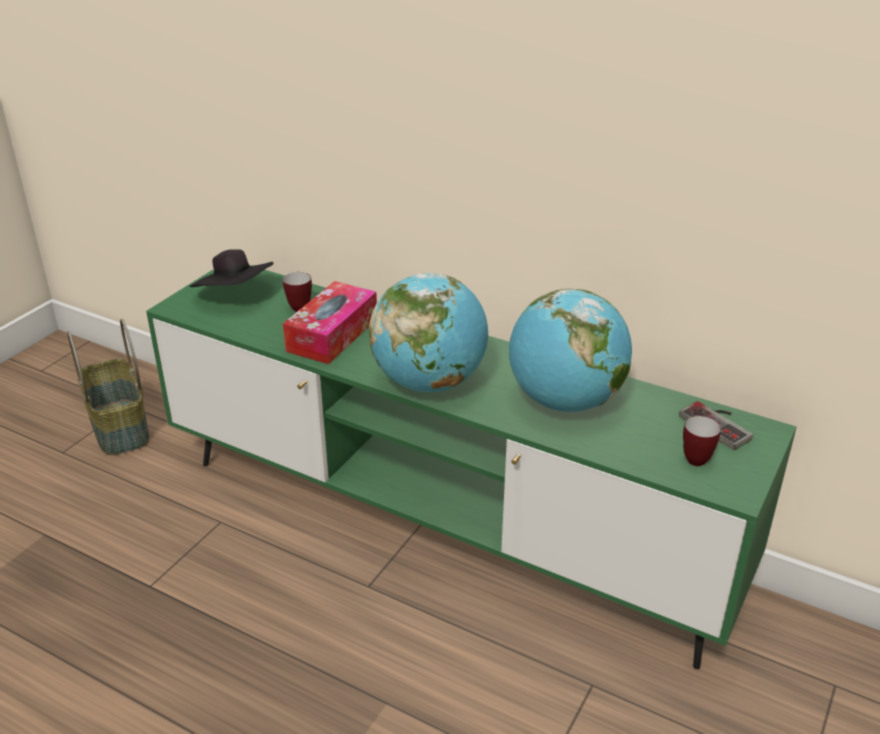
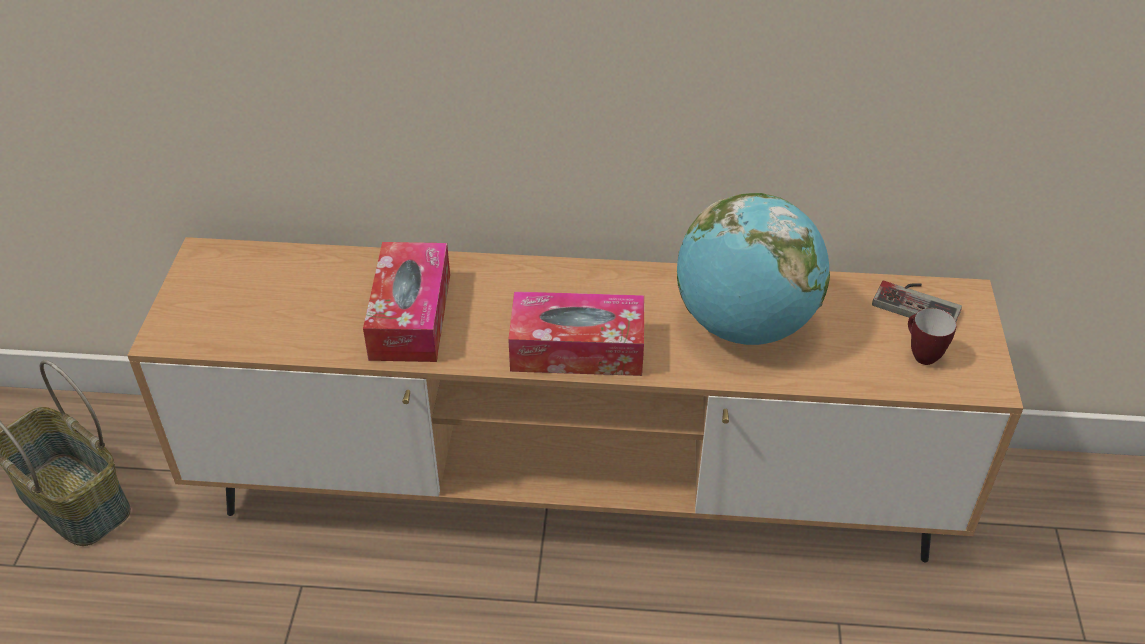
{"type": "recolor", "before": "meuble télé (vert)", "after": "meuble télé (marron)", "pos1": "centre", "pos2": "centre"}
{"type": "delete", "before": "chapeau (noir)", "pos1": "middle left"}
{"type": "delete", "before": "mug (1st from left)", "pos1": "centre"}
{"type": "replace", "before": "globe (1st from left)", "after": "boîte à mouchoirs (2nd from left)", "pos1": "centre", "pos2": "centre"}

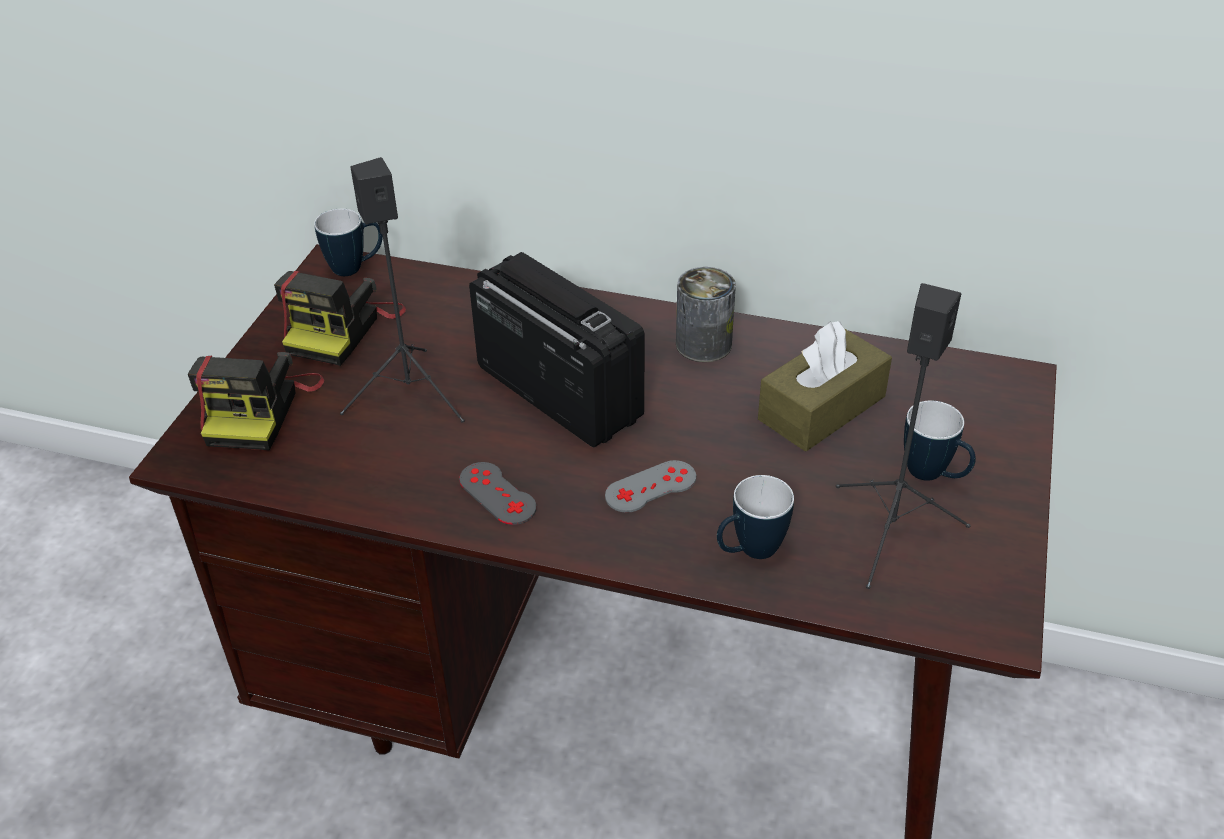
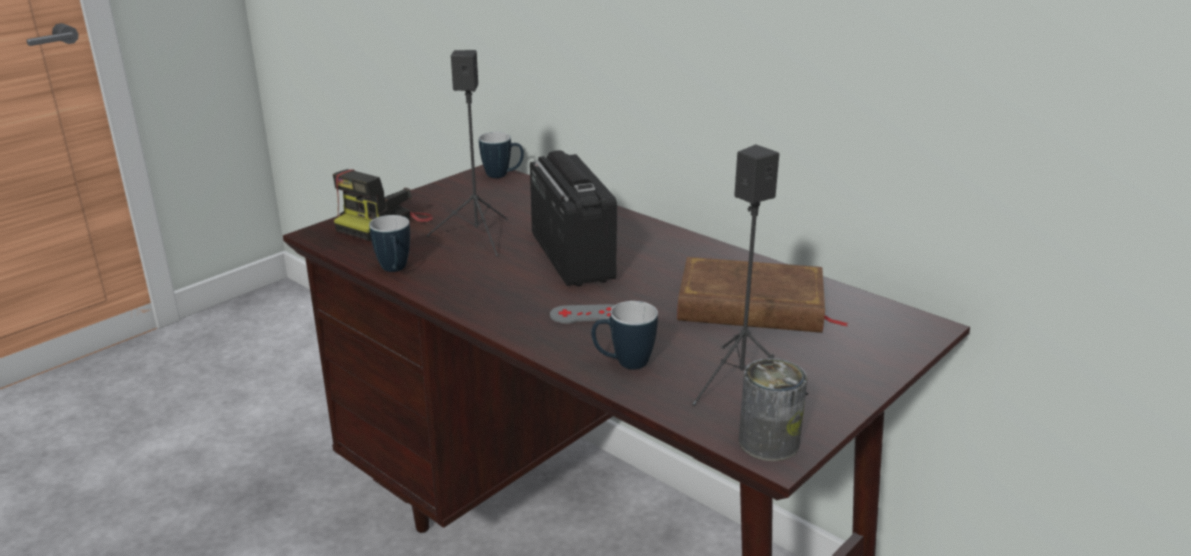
{"type": "delete", "before": "appareil photo (2nd from left)", "pos1": "middle left"}
{"type": "delete", "before": "manette (gris) (1st from left)", "pos1": "centre"}
{"type": "move", "before": "boîte métallique", "pos1": "centre", "pos2": "bottom centre"}
{"type": "replace", "before": "boîte à mouchoirs (marron)", "after": "livre (marron)", "pos1": "middle right", "pos2": "centre"}
{"type": "move", "before": "mug (3rd from left in the first image)", "after": "mug (1st from left)", "pos1": "middle right", "pos2": "middle left"}

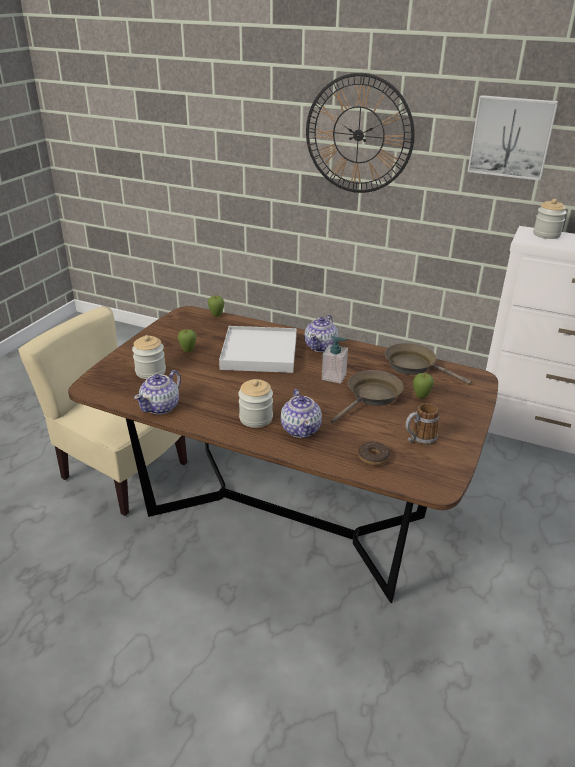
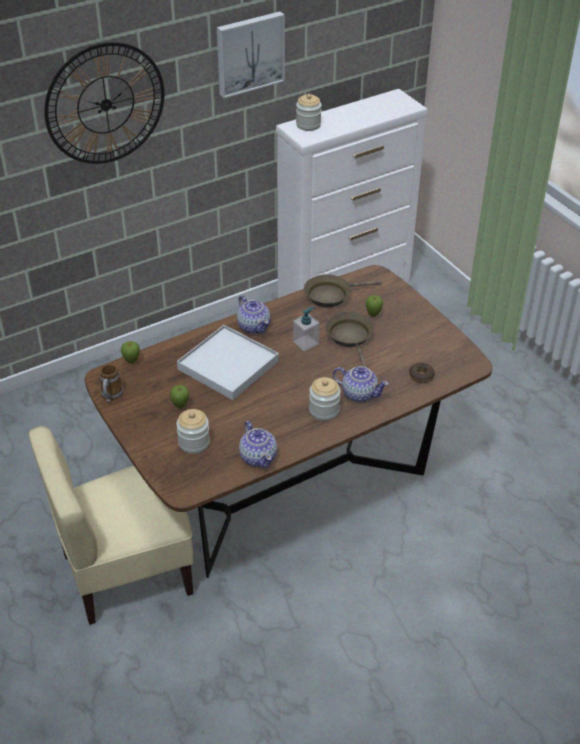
{"type": "move", "before": "mug", "pos1": "middle right", "pos2": "middle left"}

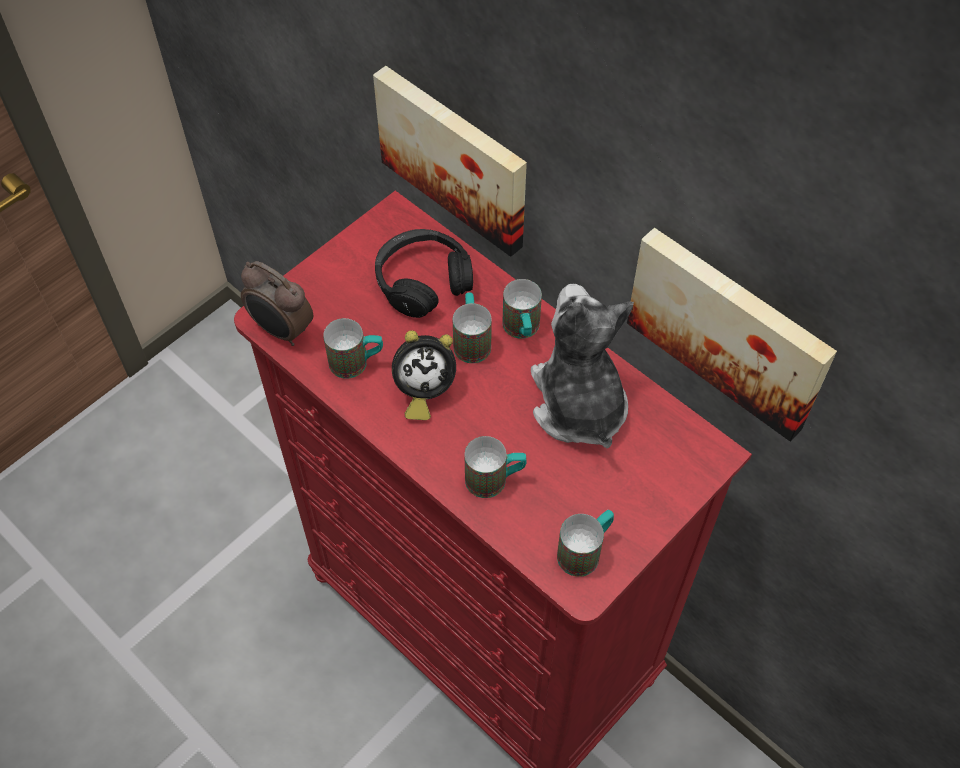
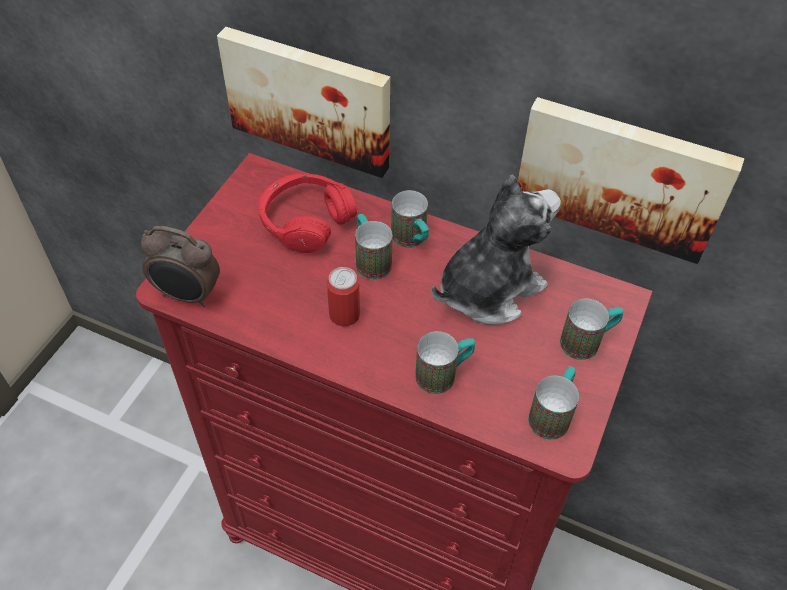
{"type": "move", "before": "mug (1st from left in the first image)", "after": "mug (5th from left)", "pos1": "centre", "pos2": "middle right"}
{"type": "recolor", "before": "casque audio (noir)", "after": "casque audio (rouge)", "pos1": "centre", "pos2": "centre"}
{"type": "replace", "before": "réveil (2nd from left)", "after": "boîte métallique", "pos1": "centre", "pos2": "centre"}
{"type": "rotate", "before": "peluche", "pos1": "centre", "pos2": "centre", "turn": 90}

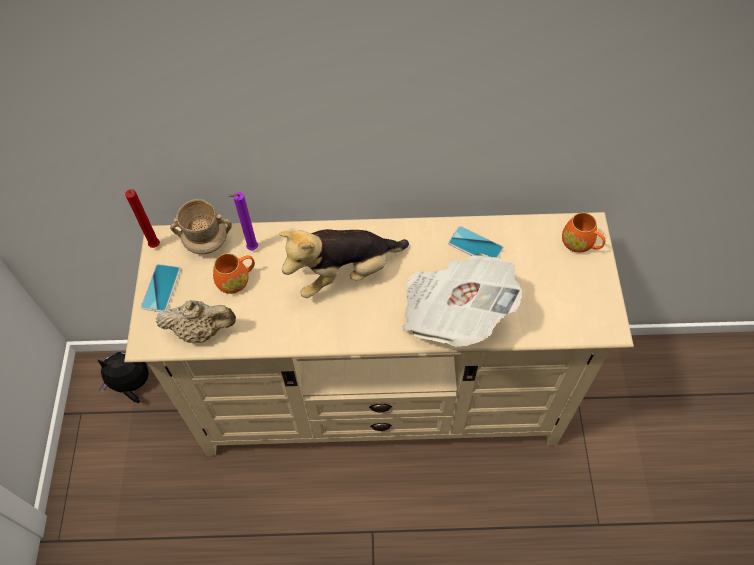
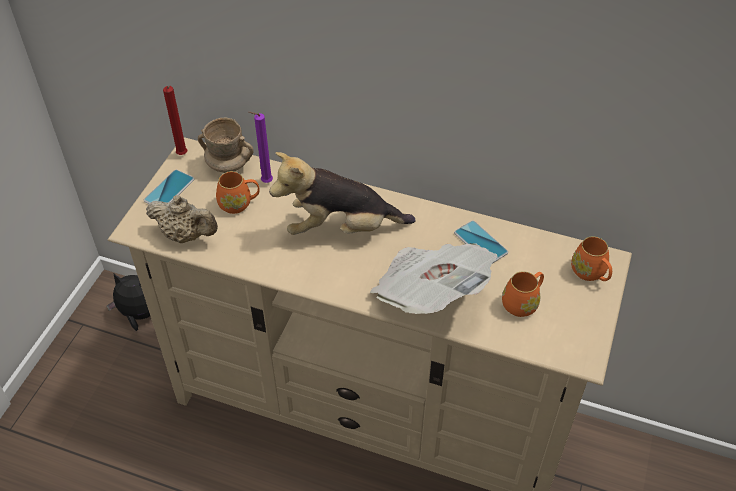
{"type": "insert", "after": "mug (orange) (2nd from left)", "pos2": "middle right"}

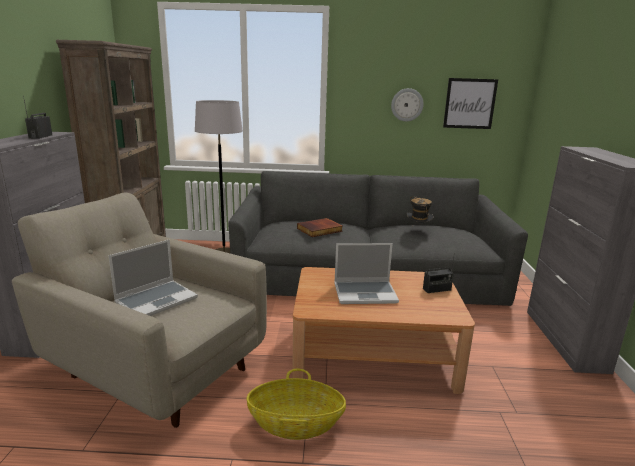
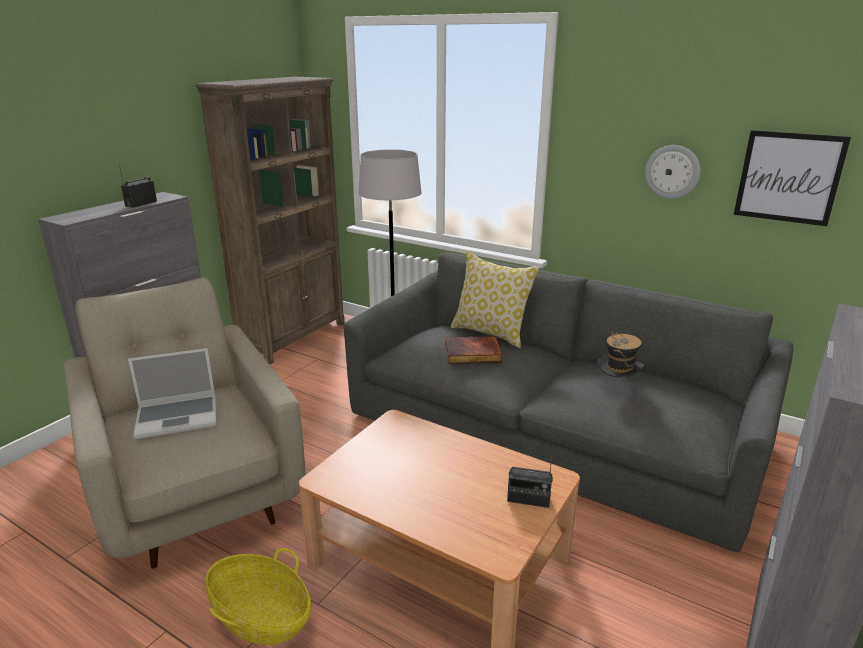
{"type": "delete", "before": "ordinateur portable (2nd from left)", "pos1": "centre"}
{"type": "insert", "after": "coussin", "pos2": "centre"}

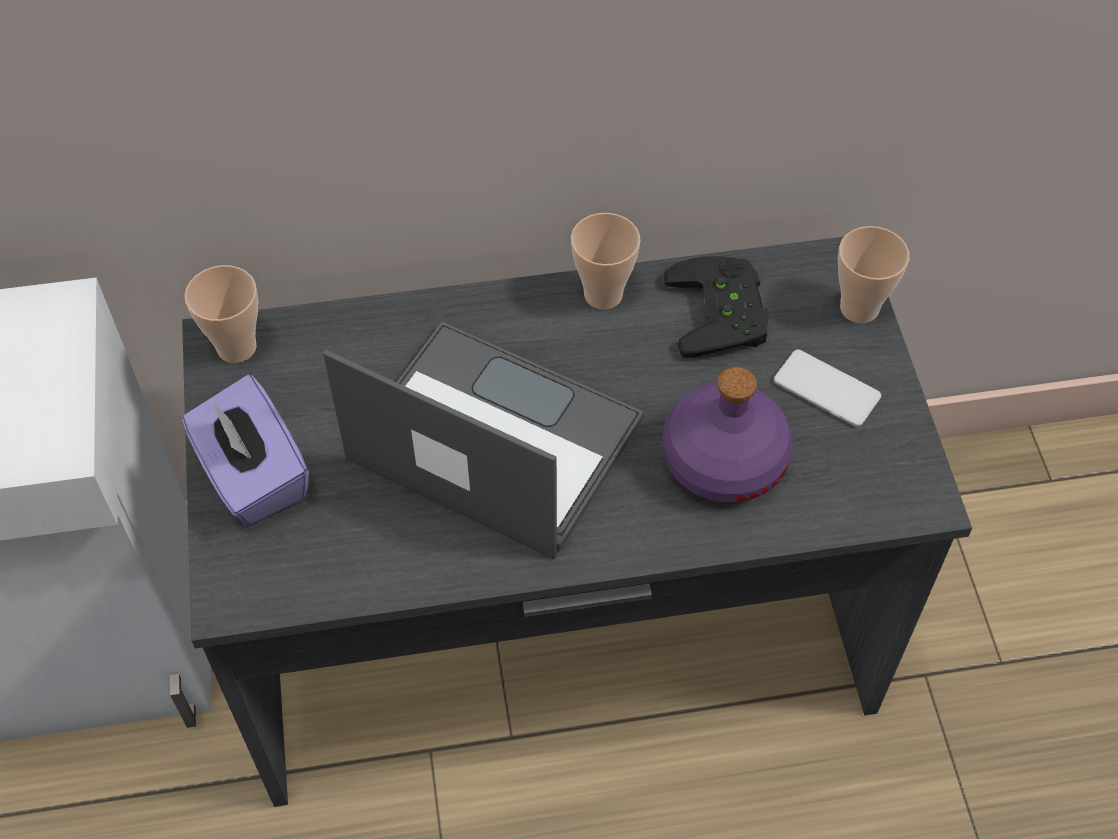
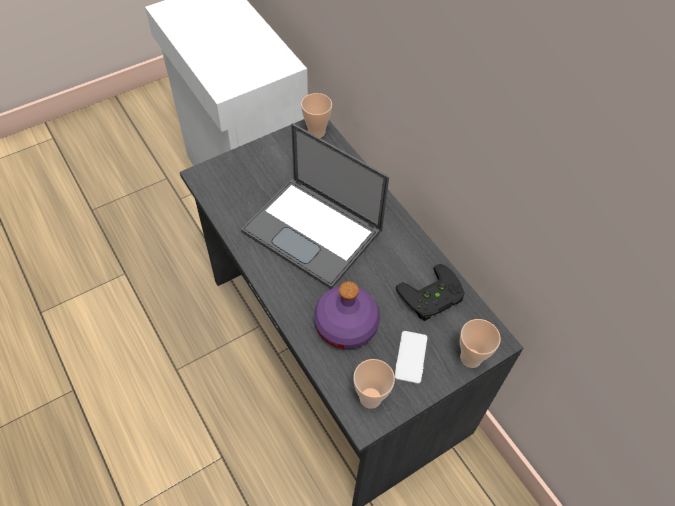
{"type": "delete", "before": "boîte à mouchoirs (violet)", "pos1": "middle left"}
{"type": "rotate", "before": "ordinateur portable", "pos1": "centre", "pos2": "centre", "turn": 120}
{"type": "move", "before": "tasse (2nd from left)", "pos1": "top centre", "pos2": "bottom centre"}

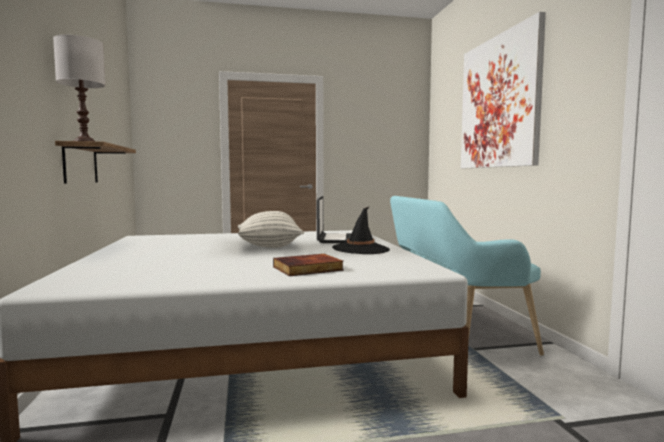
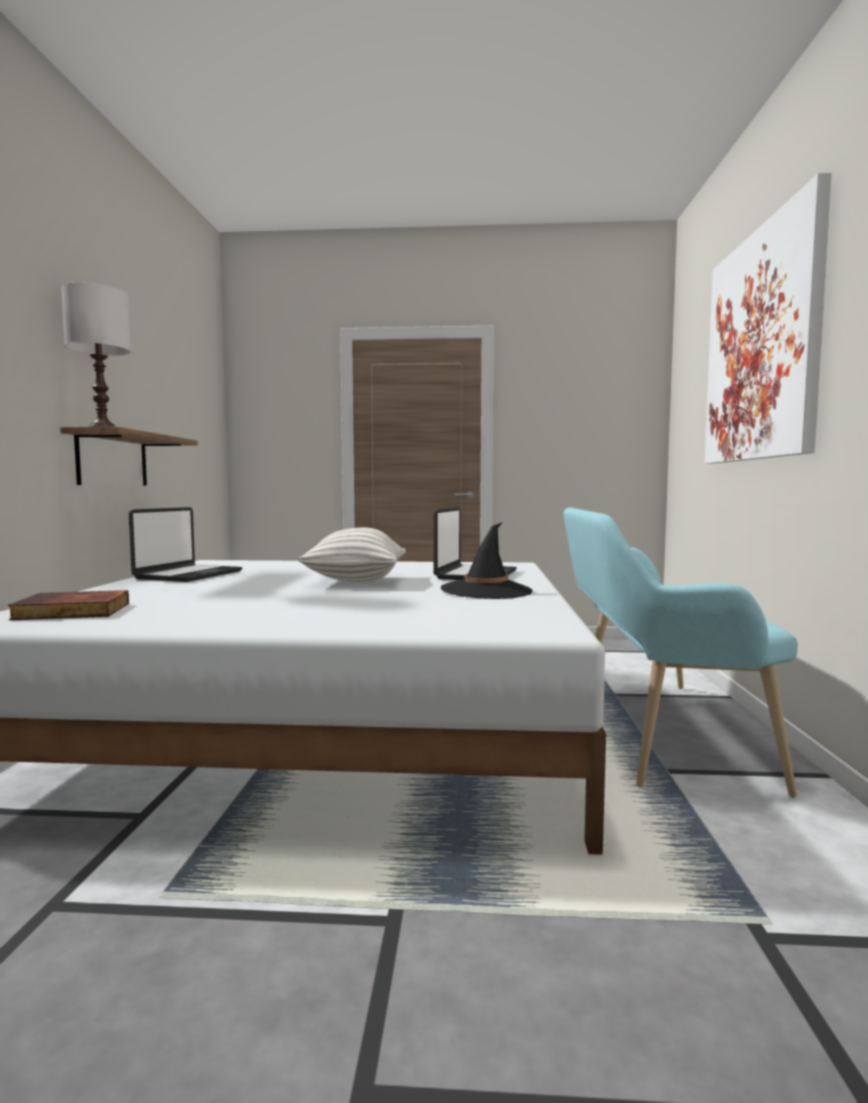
{"type": "move", "before": "livre", "pos1": "centre", "pos2": "middle left"}
{"type": "insert", "after": "ordinateur portable (1st from left)", "pos2": "middle left"}

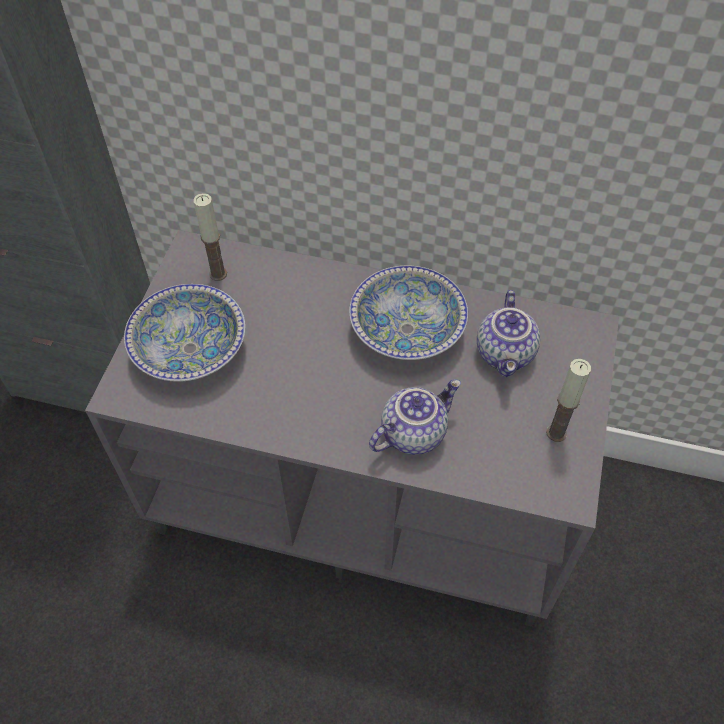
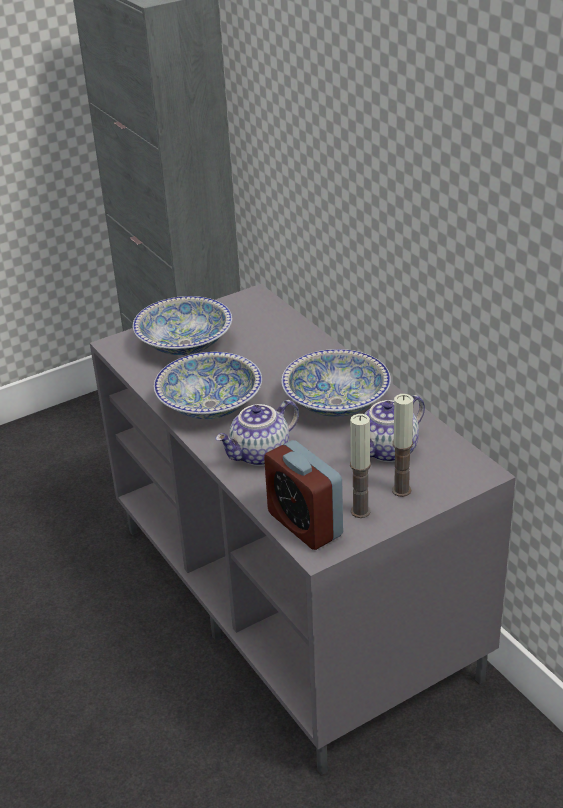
{"type": "move", "before": "bougie (1st from left in the first image)", "after": "bougie (2nd from left)", "pos1": "top left", "pos2": "middle right"}
{"type": "rotate", "before": "théière (1st from left)", "pos1": "centre", "pos2": "centre", "turn": 135}
{"type": "insert", "after": "bol (2nd from left)", "pos2": "centre"}
{"type": "insert", "after": "réveil", "pos2": "centre"}

